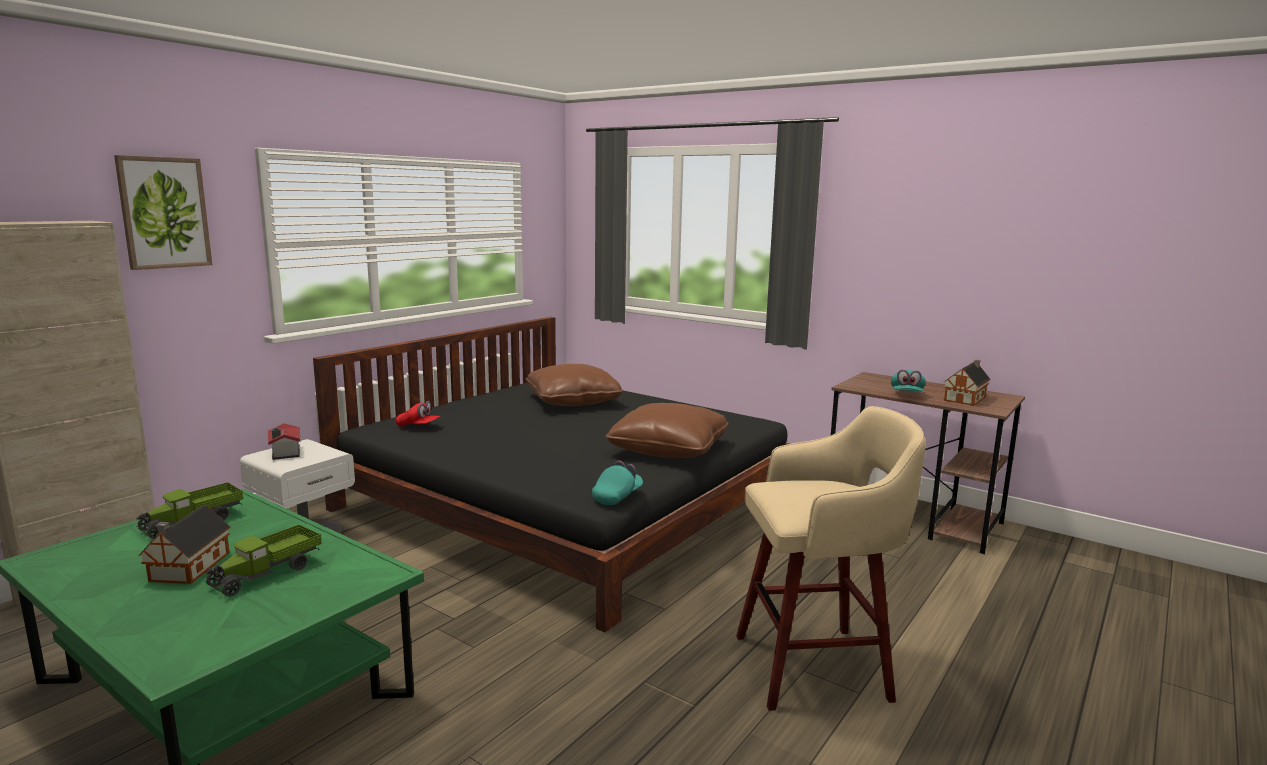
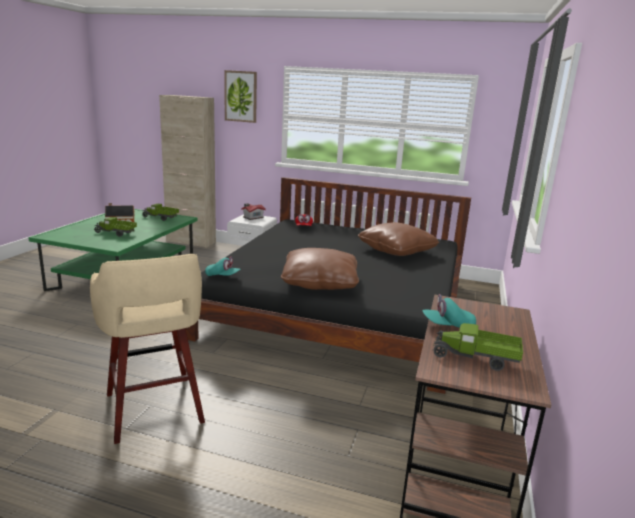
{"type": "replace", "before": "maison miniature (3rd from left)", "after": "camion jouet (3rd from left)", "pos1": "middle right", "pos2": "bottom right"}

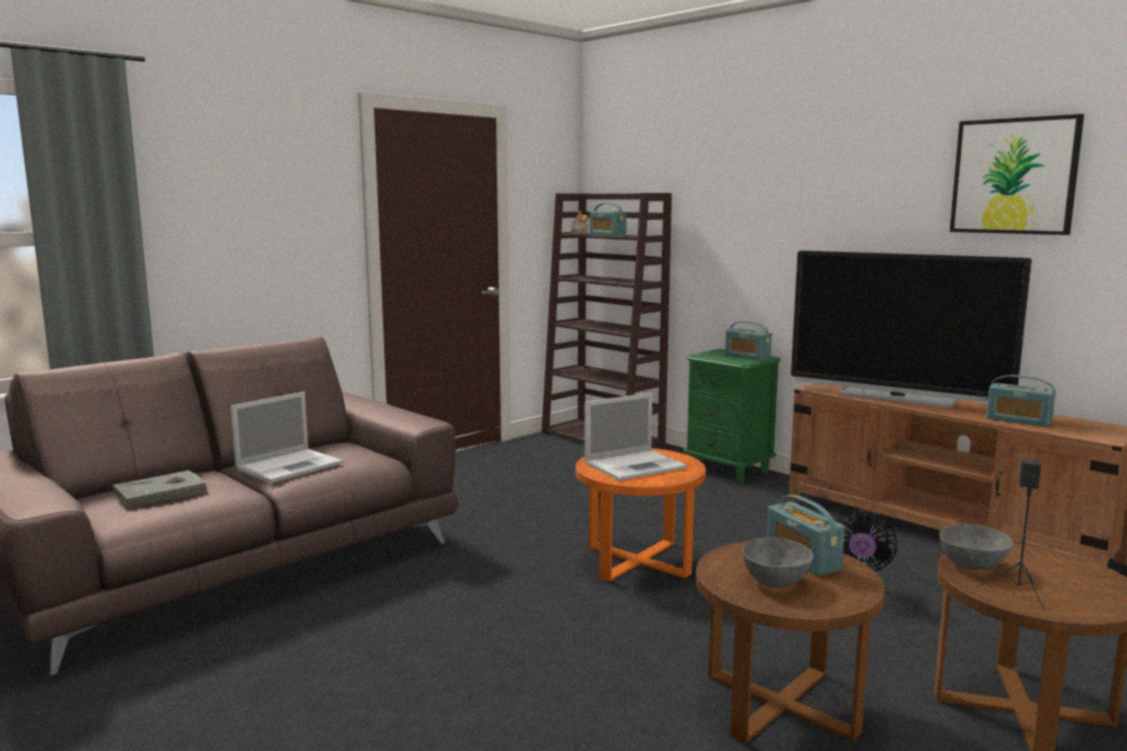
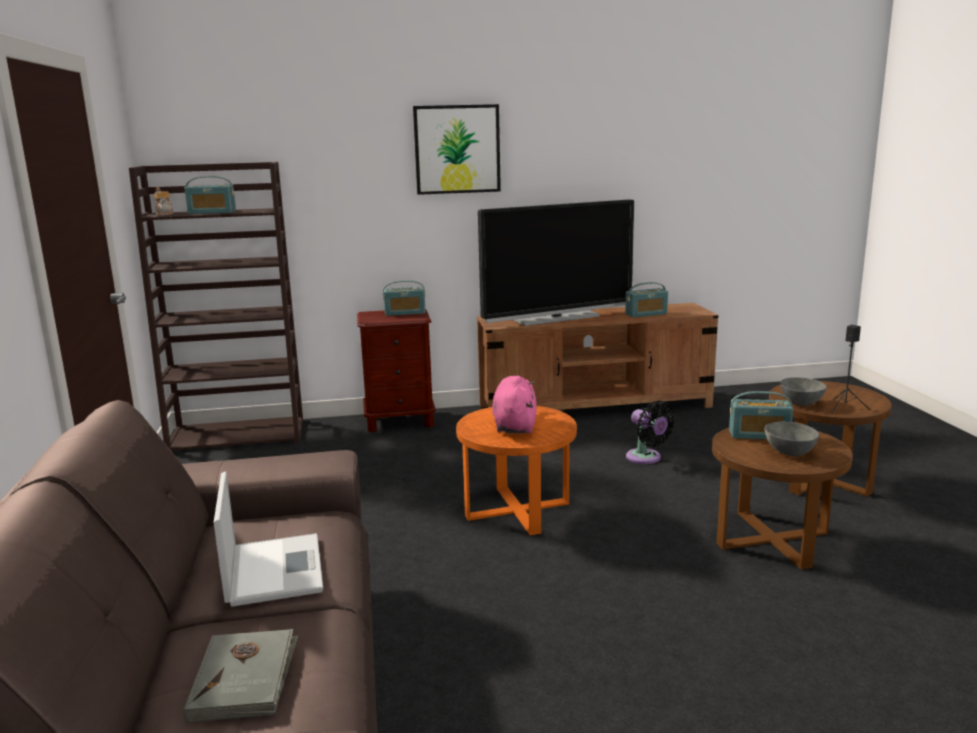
{"type": "replace", "before": "ordinateur portable (2nd from left)", "after": "peluche (rose)", "pos1": "centre", "pos2": "centre"}
{"type": "recolor", "before": "table de chevet (vert)", "after": "table de chevet (marron)", "pos1": "centre", "pos2": "centre"}
{"type": "move", "before": "tableau", "pos1": "top right", "pos2": "top centre"}

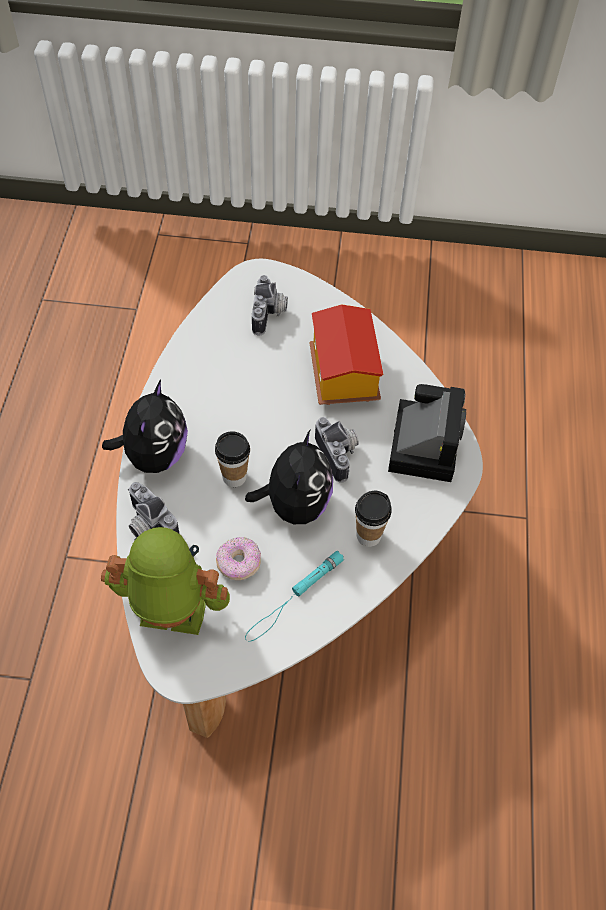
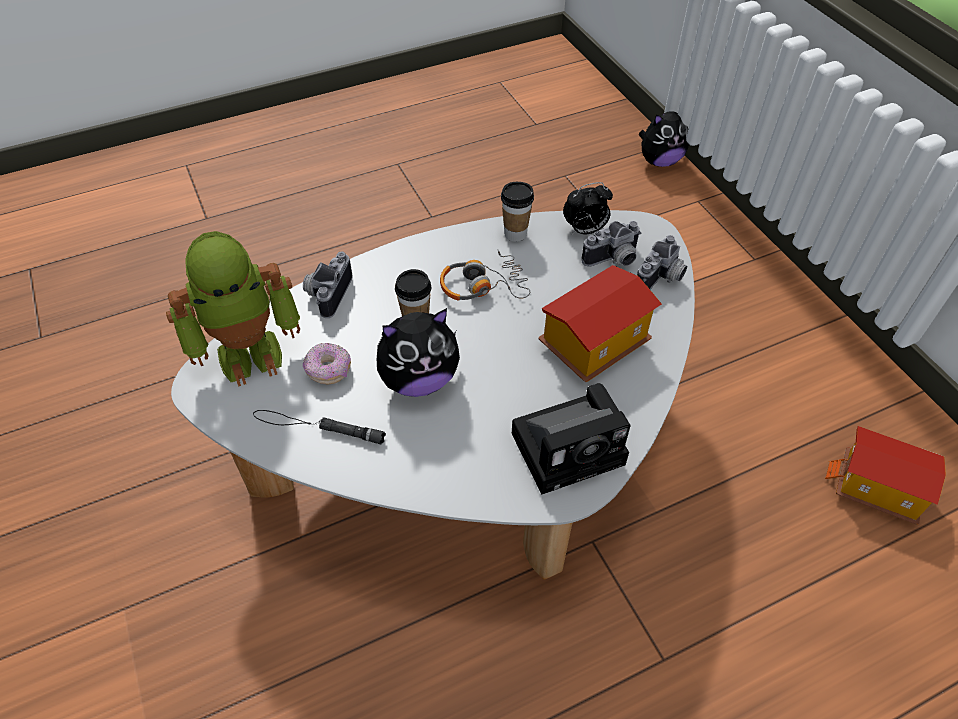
{"type": "rotate", "before": "robot jouet", "pos1": "middle left", "pos2": "middle left", "turn": 90}
{"type": "move", "before": "peluche (1st from left in the first image)", "after": "peluche (2nd from left)", "pos1": "middle left", "pos2": "top right"}
{"type": "recolor", "before": "lampe de poche (turquoise)", "after": "lampe de poche (noir)", "pos1": "centre", "pos2": "middle left"}
{"type": "move", "before": "appareil photo (3rd from left in the first image)", "after": "appareil photo (4th from left)", "pos1": "centre", "pos2": "middle right"}
{"type": "move", "before": "tasse (2nd from left)", "pos1": "centre", "pos2": "top centre"}
{"type": "insert", "after": "casque audio", "pos2": "centre"}
{"type": "insert", "after": "réveil", "pos2": "top centre"}
{"type": "insert", "after": "maison miniature (2nd from left)", "pos2": "middle right"}

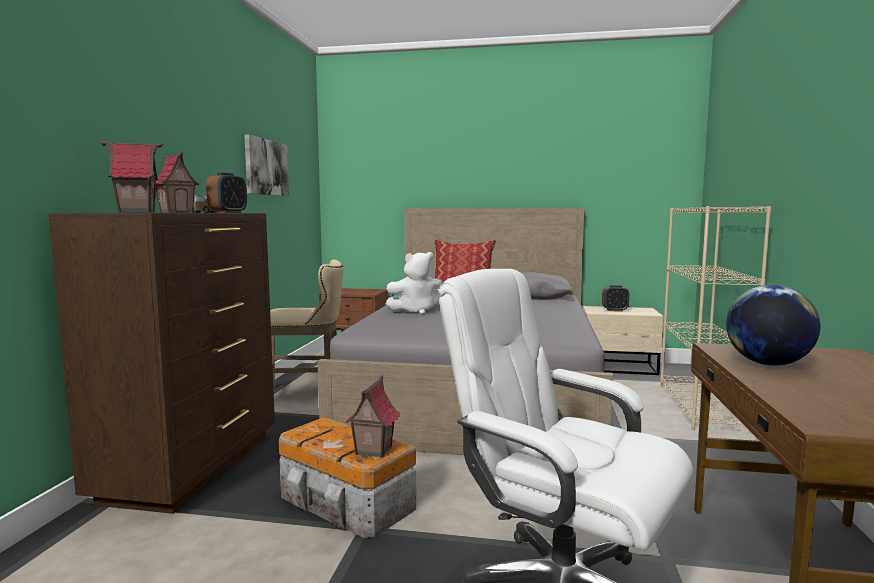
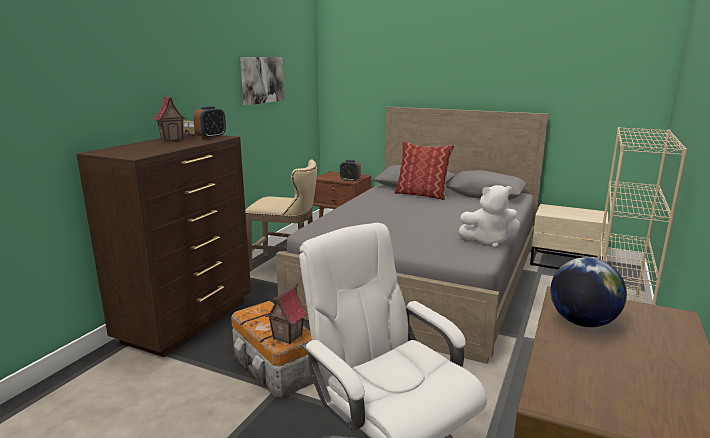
{"type": "delete", "before": "maison miniature (1st from left)", "pos1": "top left"}
{"type": "move", "before": "peluche (blanc)", "pos1": "centre", "pos2": "middle right"}
{"type": "move", "before": "réveil (2nd from left)", "pos1": "middle right", "pos2": "centre"}

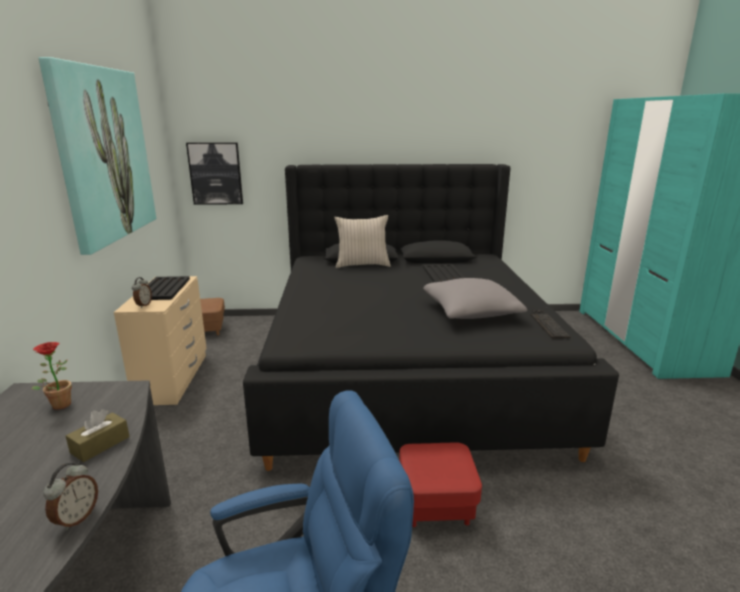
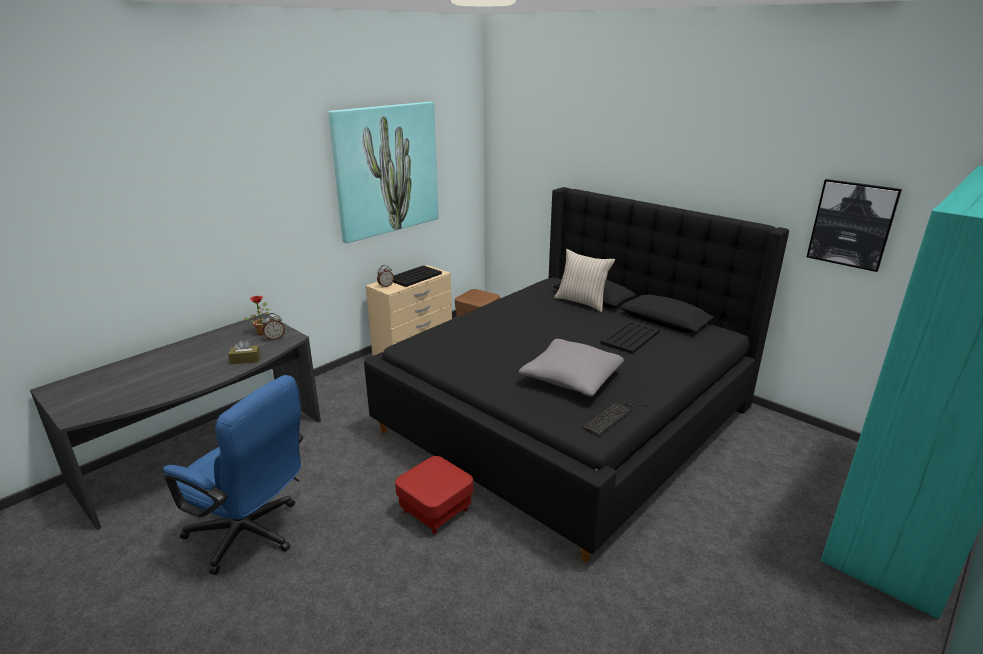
{"type": "move", "before": "réveil (1st from left)", "pos1": "bottom left", "pos2": "middle left"}
{"type": "move", "before": "tableau (2nd from left)", "pos1": "top left", "pos2": "middle right"}

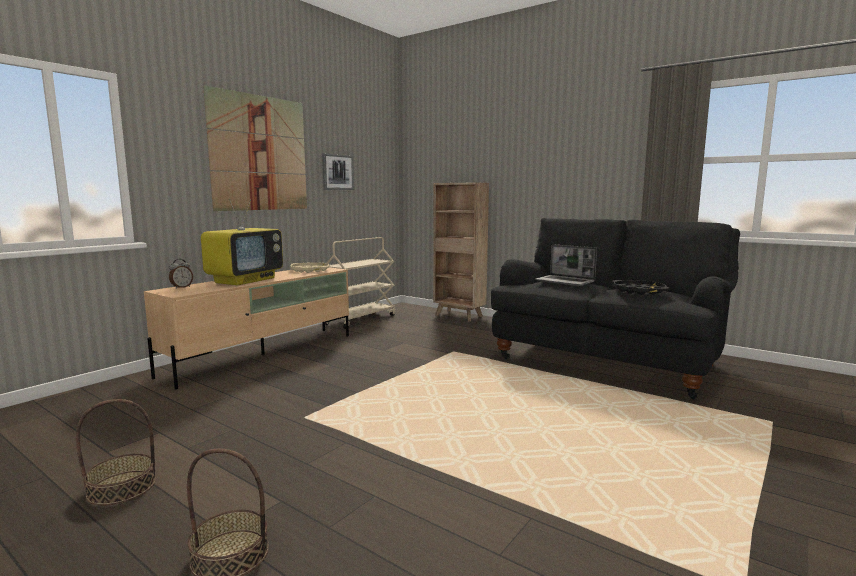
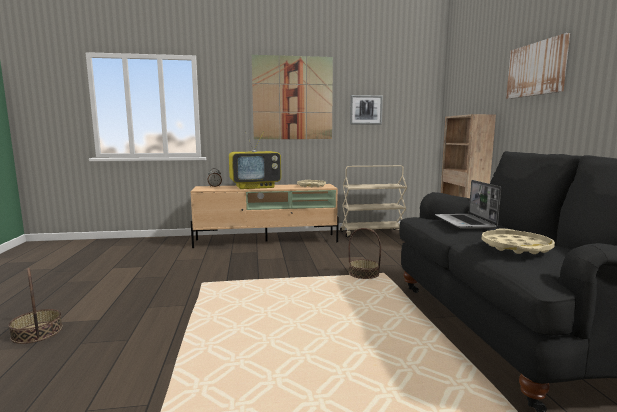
{"type": "move", "before": "panier (1st from left in the first image)", "after": "panier (2nd from left)", "pos1": "bottom left", "pos2": "centre"}
{"type": "recolor", "before": "plateau (noir)", "after": "plateau (beige) (2nd from left)", "pos1": "middle right", "pos2": "middle right"}
{"type": "insert", "after": "tableau (3rd from left)", "pos2": "top right"}

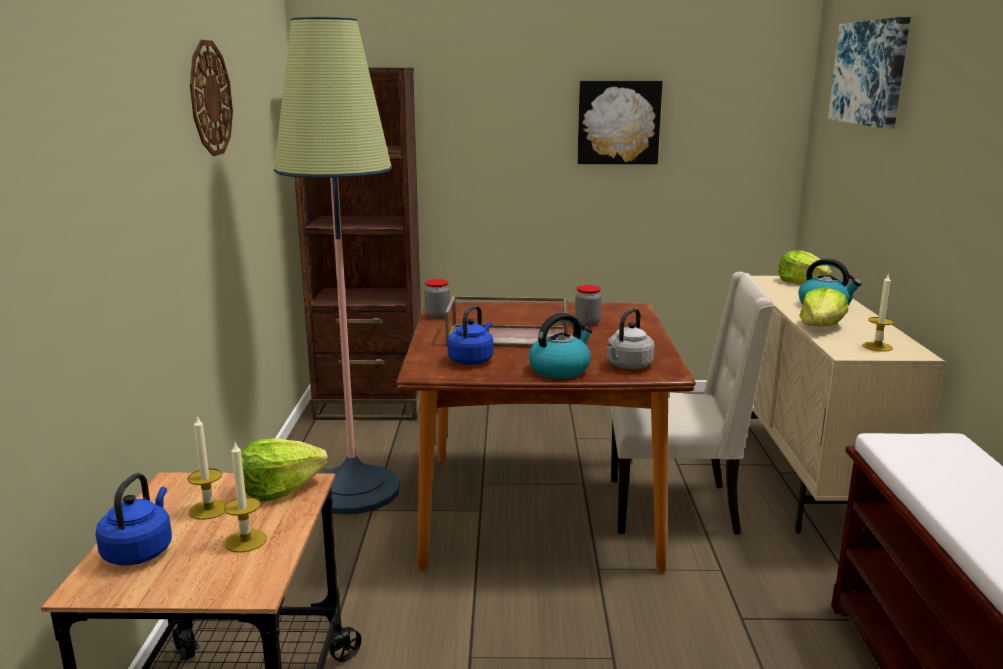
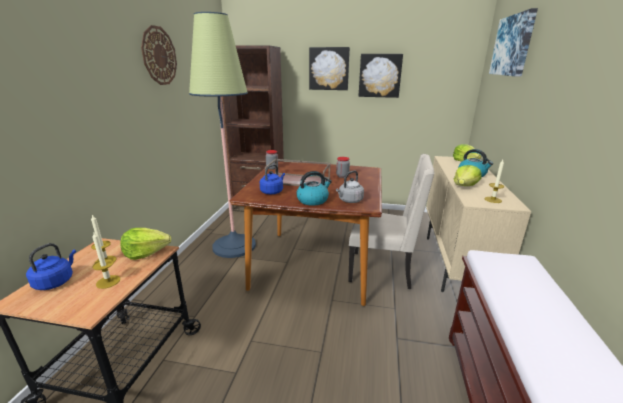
{"type": "insert", "after": "tableau (1st from left)", "pos2": "top centre"}

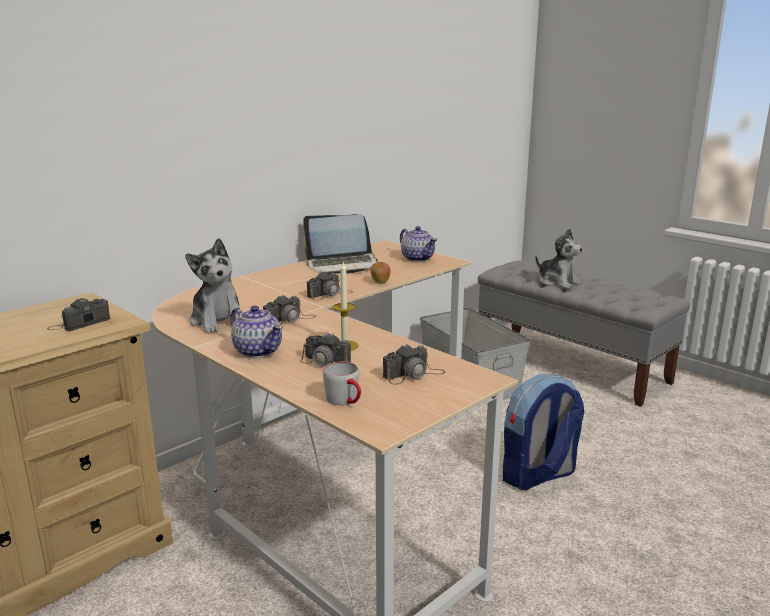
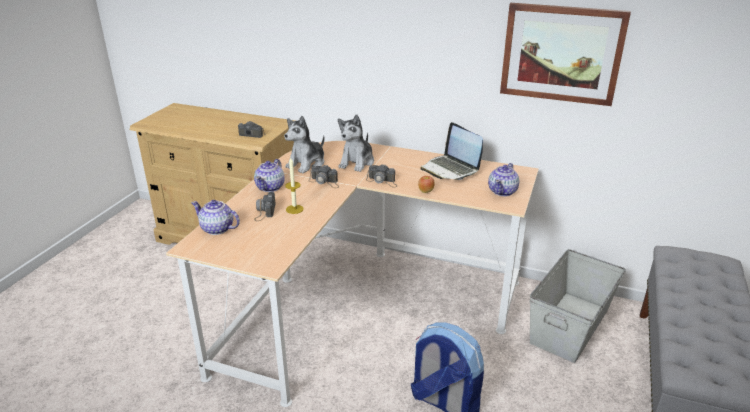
{"type": "replace", "before": "mug (gris)", "after": "théière (1st from left)", "pos1": "centre", "pos2": "middle left"}
{"type": "delete", "before": "appareil photo (5th from left)", "pos1": "centre"}
{"type": "move", "before": "peluche (2nd from left)", "pos1": "middle right", "pos2": "centre"}
{"type": "insert", "after": "tableau", "pos2": "top right"}

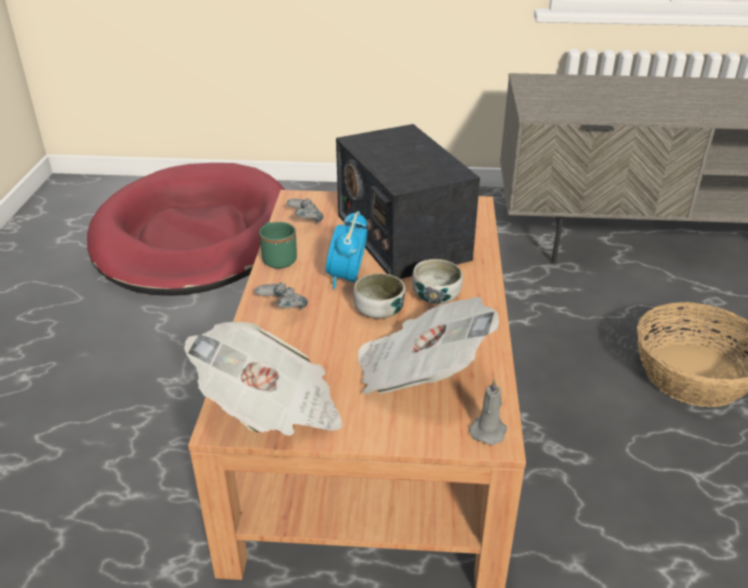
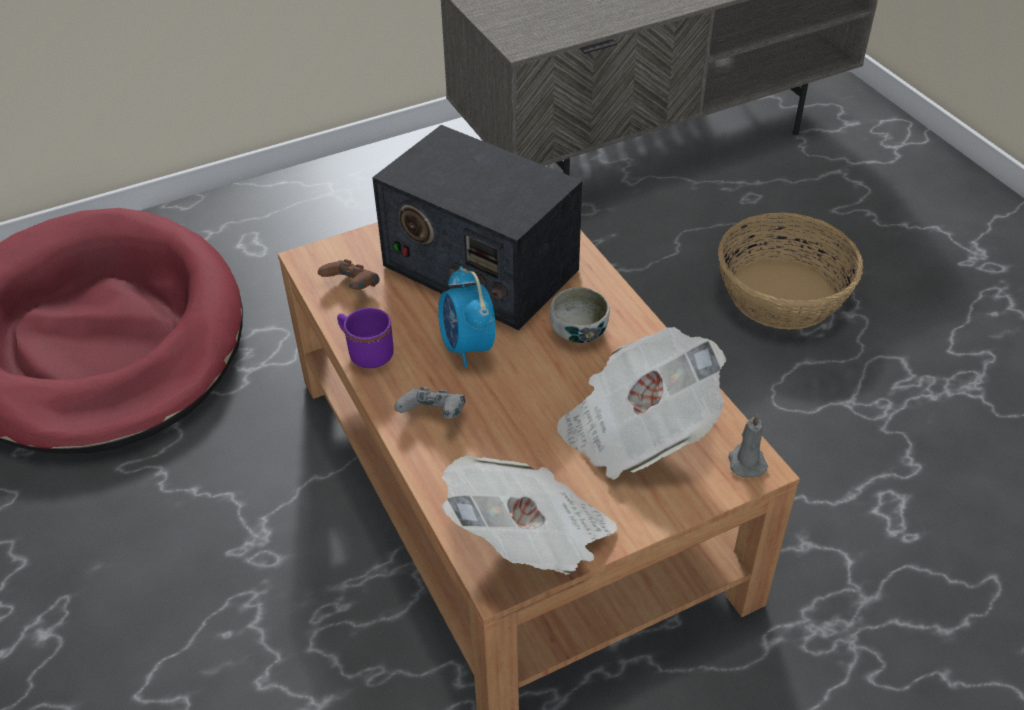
{"type": "recolor", "before": "mug (vert)", "after": "mug (violet)", "pos1": "centre", "pos2": "centre"}
{"type": "recolor", "before": "manette (gris) (2nd from left)", "after": "manette (marron)", "pos1": "centre", "pos2": "centre"}
{"type": "delete", "before": "bol (1st from left)", "pos1": "centre"}

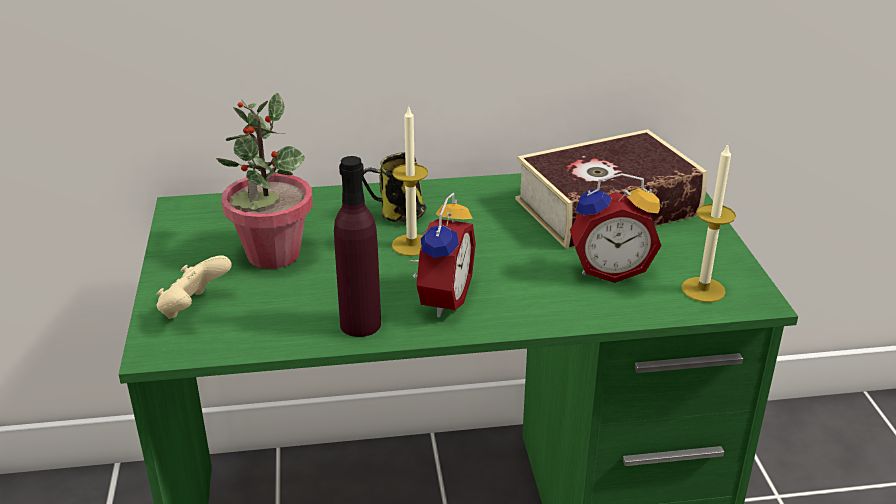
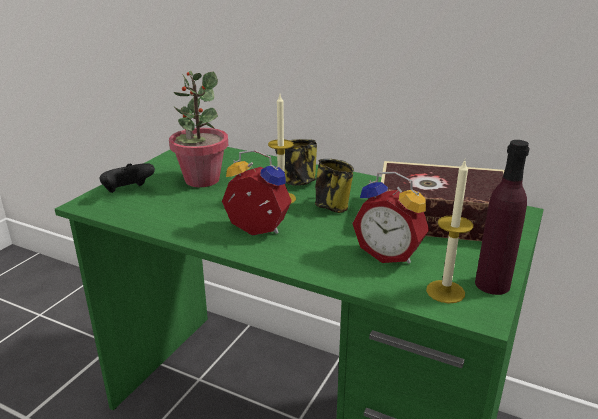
{"type": "recolor", "before": "manette (beige)", "after": "manette (noir)", "pos1": "middle left", "pos2": "middle left"}
{"type": "move", "before": "bouteille (violet)", "pos1": "centre", "pos2": "middle right"}
{"type": "rotate", "before": "réveil (1st from left)", "pos1": "centre", "pos2": "centre", "turn": -120}
{"type": "insert", "after": "mug (2nd from left)", "pos2": "centre"}

